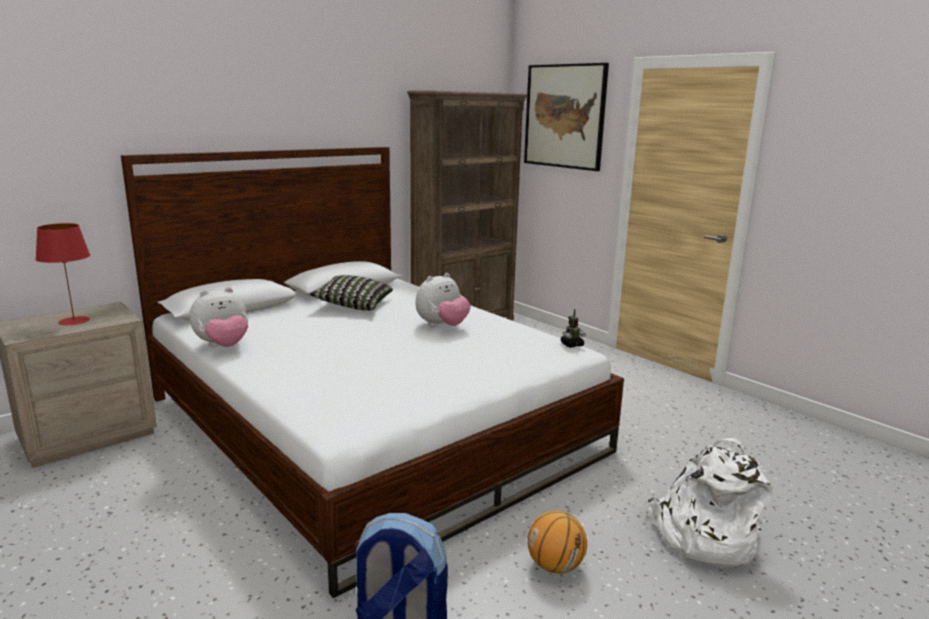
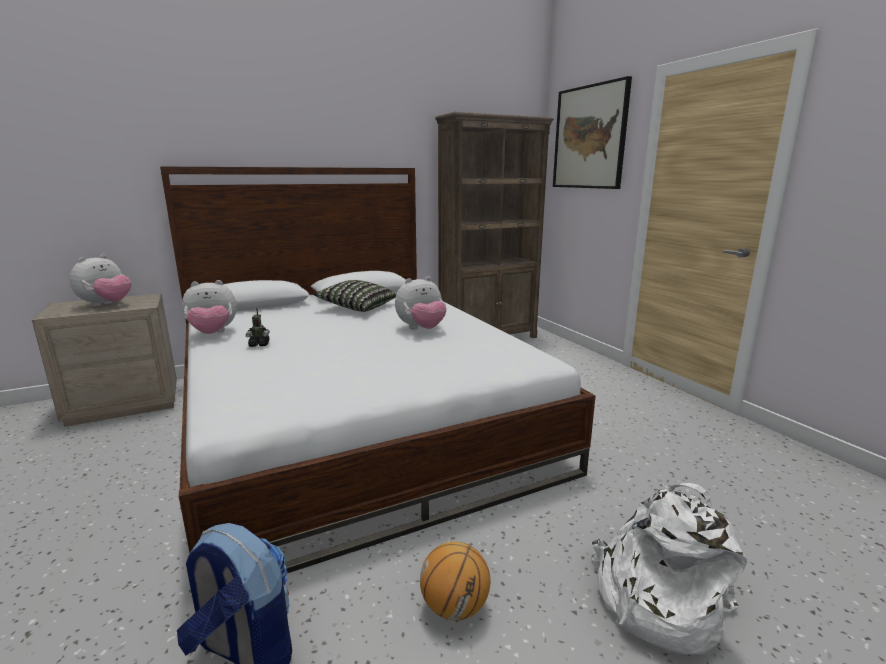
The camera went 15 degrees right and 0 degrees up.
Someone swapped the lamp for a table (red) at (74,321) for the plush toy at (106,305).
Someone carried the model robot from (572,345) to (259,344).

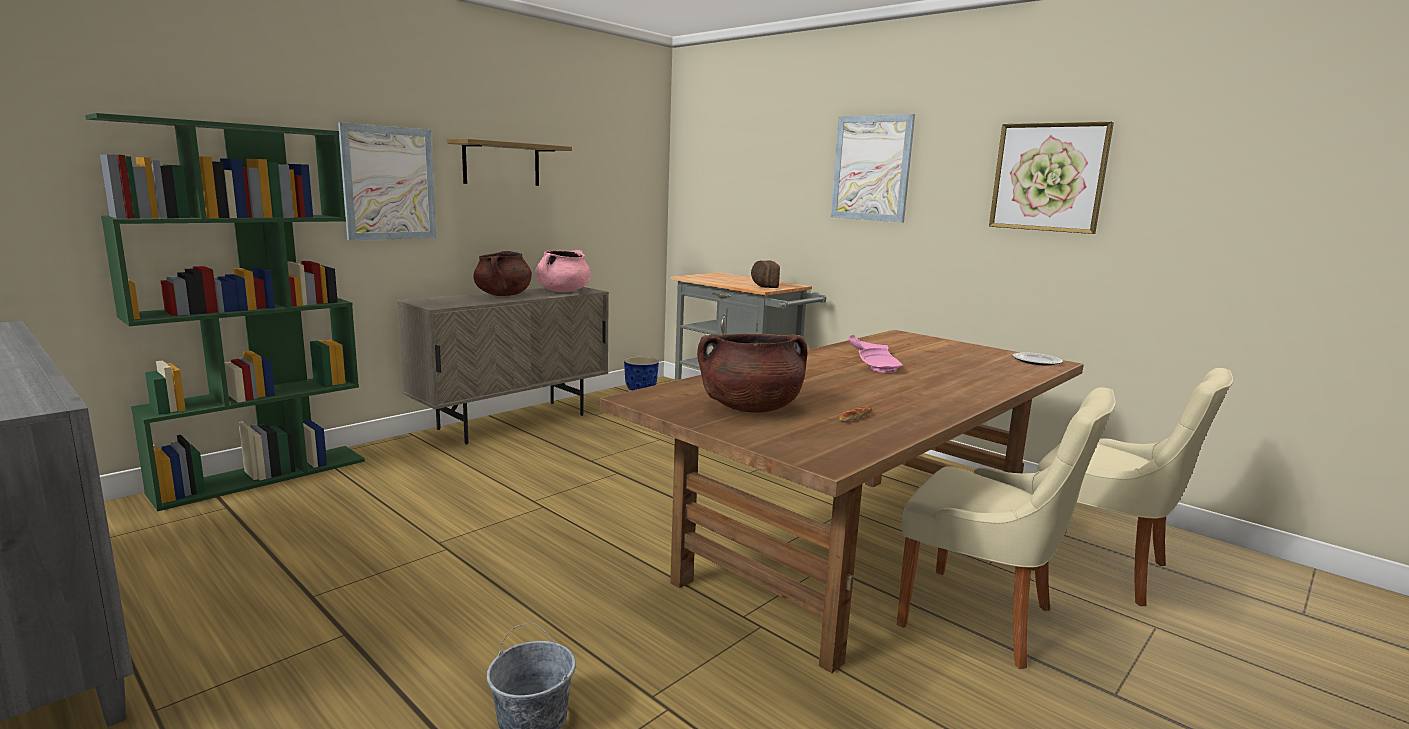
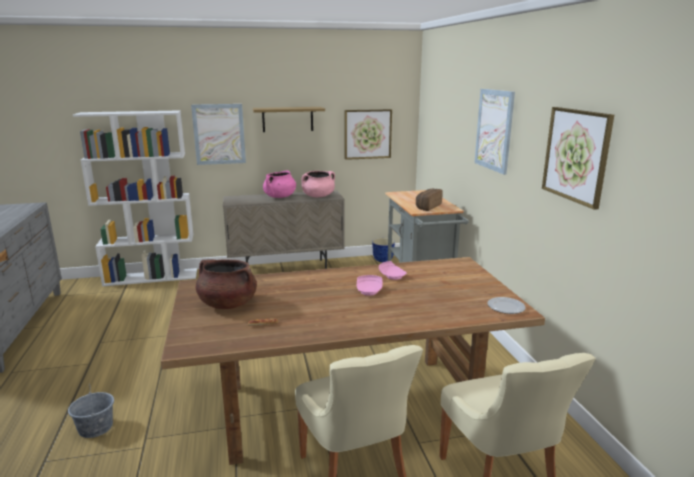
The camera went 35 degrees right and 5 degrees up.
Someone repainted the shelving unit (green-coloured) at (262,476), which became the shelving unit (whitish) at (152,277).
Someone repainted the cooking pot (brownish) at (503,295), which became the cooking pot (pink-coloured) at (280,197).
Someone put up the picture at (367,134).

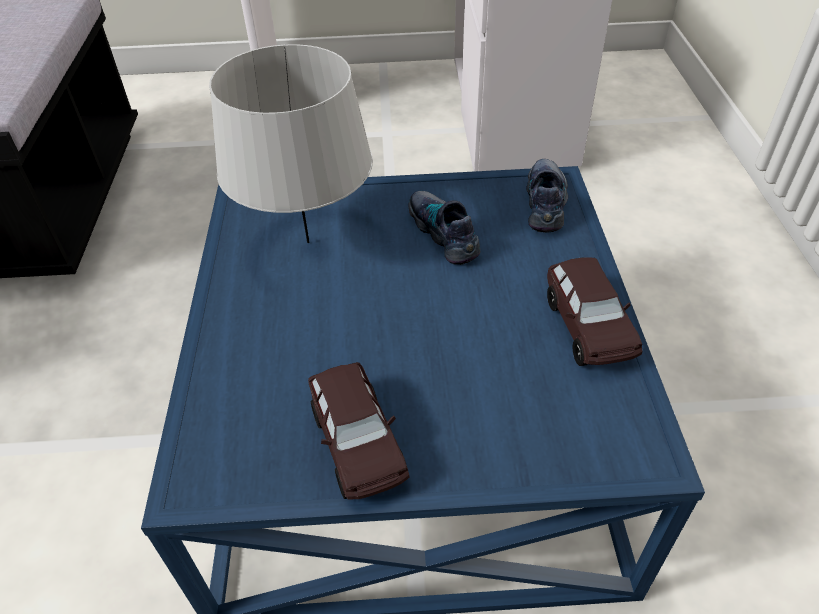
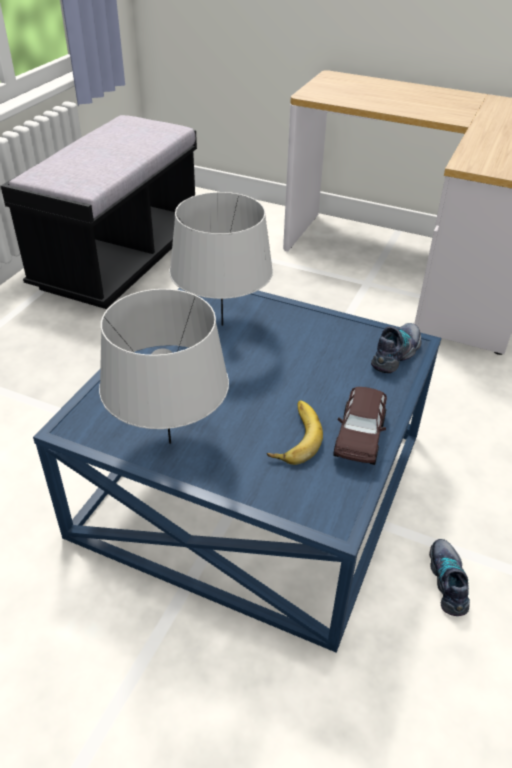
The camera went 25 degrees right and 5 degrees down.
Someone swapped the toy car (brownish) at (357,442) for the lamp for a table (grey) at (169,443).
Someone put down the whole banana at (293,436).
Someone carried the item of footwear from (444,233) to (448,581).

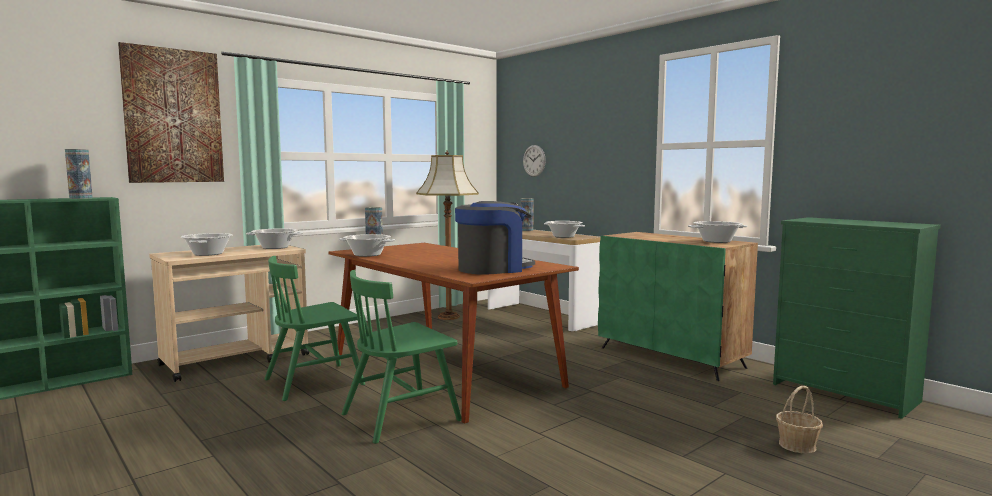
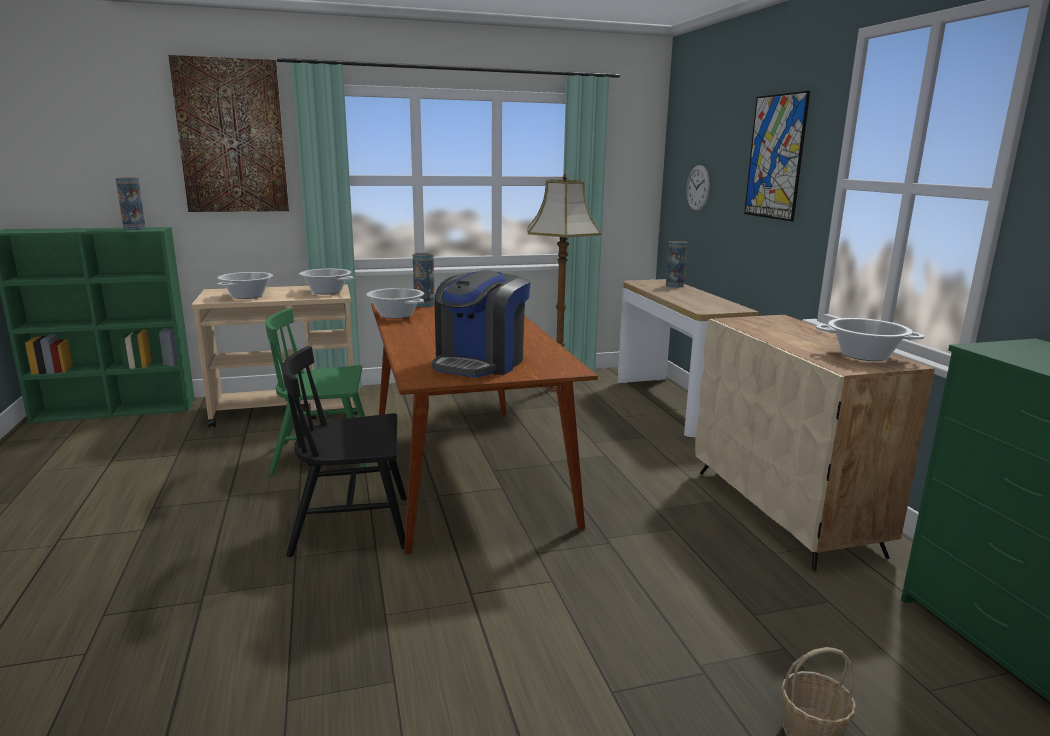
The camera went 25 degrees right and 10 degrees up.
Someone repainted the chair (green-coloured) at (401,417), which became the chair (black-coloured) at (352,526).
Someone rotated the coffee machine at (493,268) by 120 degrees clockwise.
Someone repainted the storage cabinet (green-coloured) at (671,357), which became the storage cabinet (beige-coloured) at (785,511).
Someone put up the picture at (775,157).
Someone took away the cooking pot at (563,236).

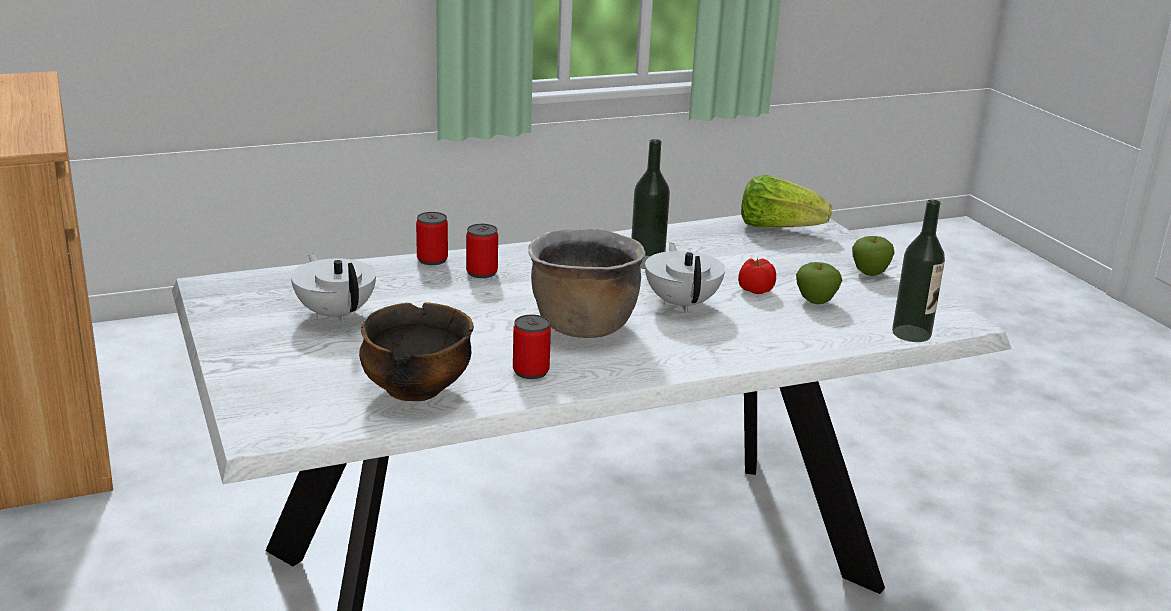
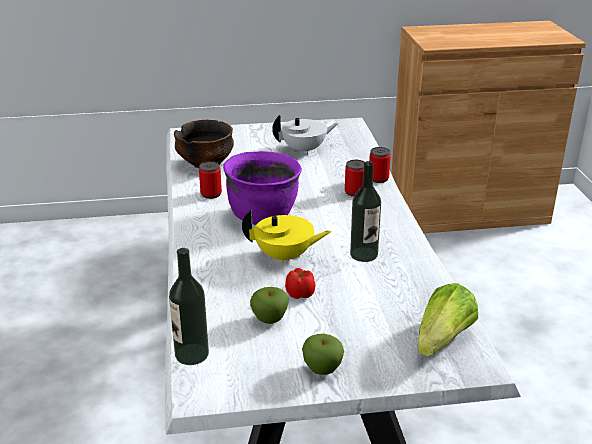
The camera went 105 degrees right and 5 degrees up.
Someone repainted the cooking pot (brownish) at (582,325), which became the cooking pot (purple) at (263,216).
Someone repainted the teapot (whitish) at (682,303), which became the teapot (yellow) at (285,257).

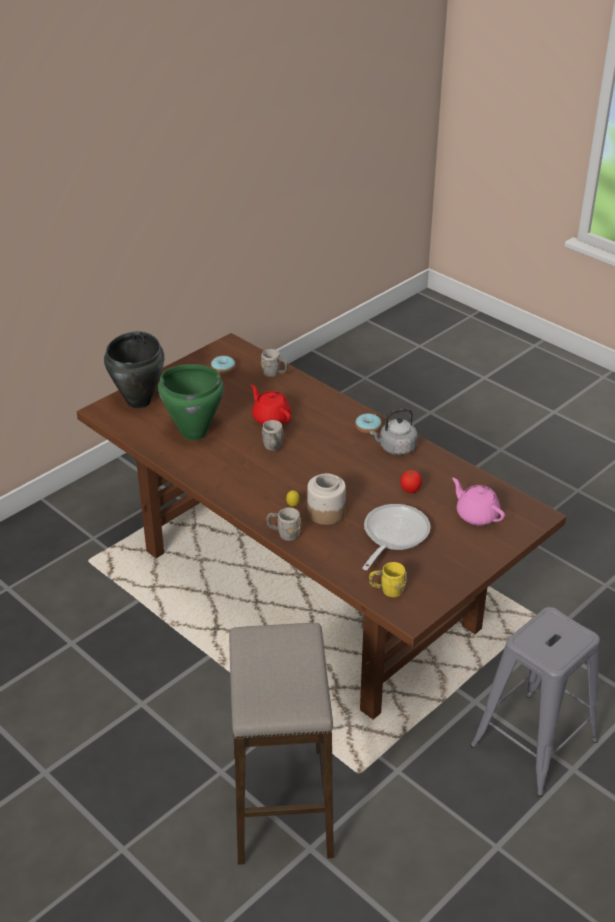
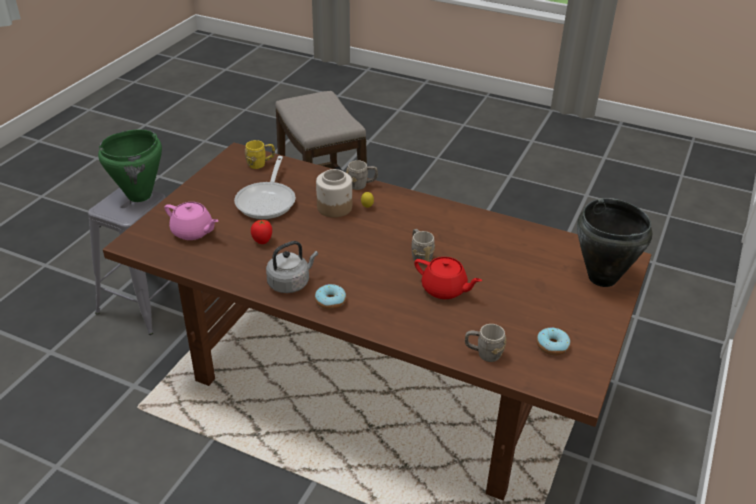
The camera went 160 degrees right and 0 degrees up.
Someone carried the cooking pot (green-coloured) from (193,433) to (140,196).

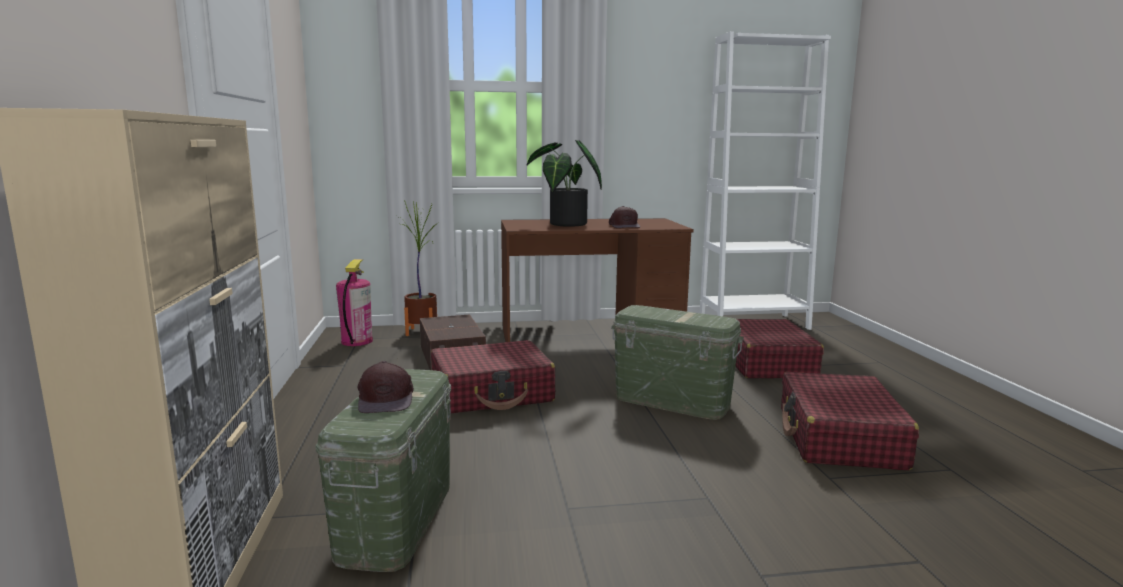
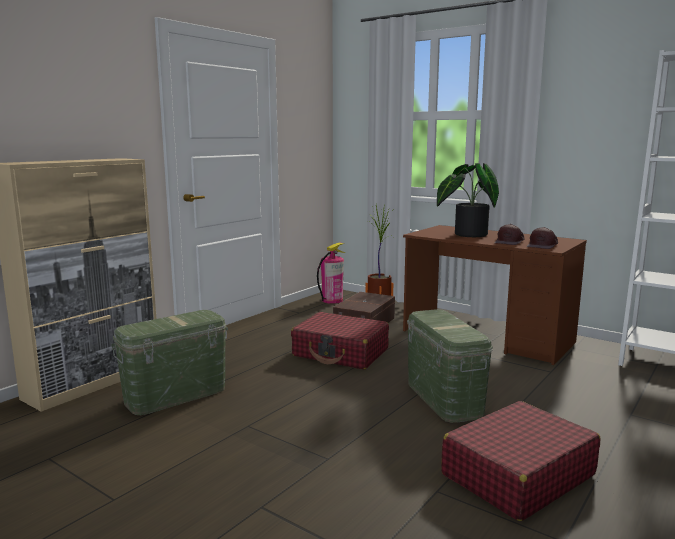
The camera went 45 degrees right and 0 degrees up.
Someone carried the baseball cap (brownish) from (387,398) to (542,246).
Someone took away the travel case (red) at (766,363).

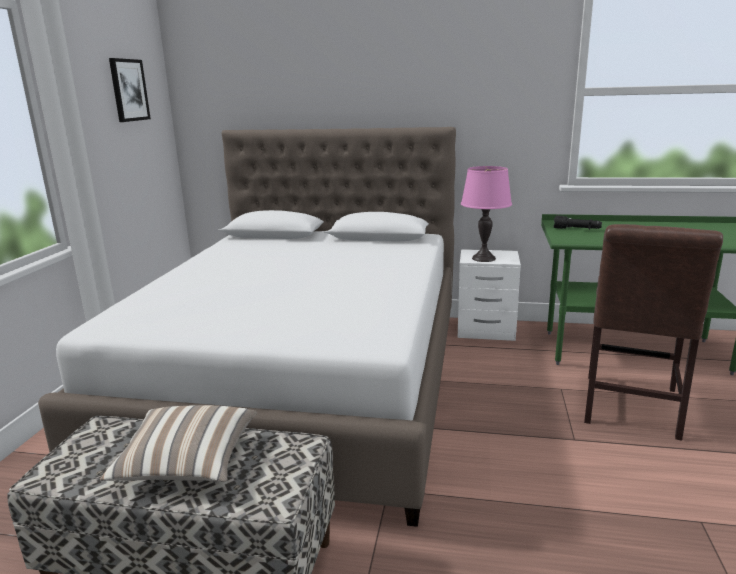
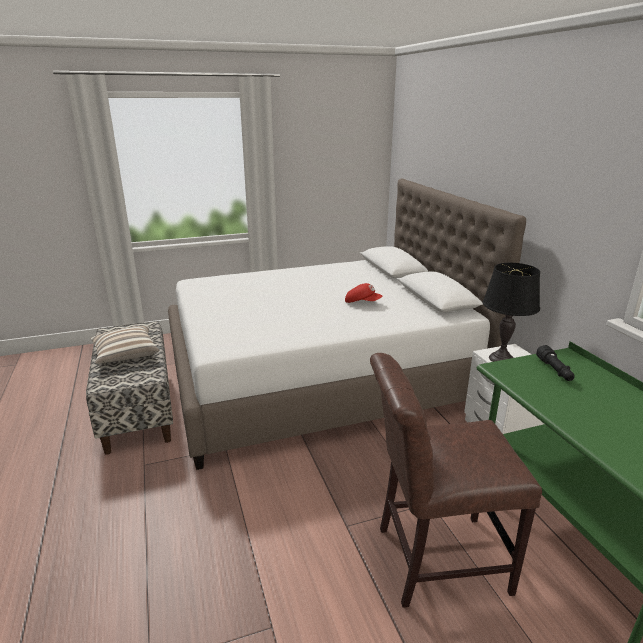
The camera went 60 degrees right and 5 degrees up.
Someone put down the baseball cap (red) at (362,302).
Someone repainted the lamp for a table (pink-coloured) at (483,258), which became the lamp for a table (black-coloured) at (501,359).
Someone took away the picture at (129,90).

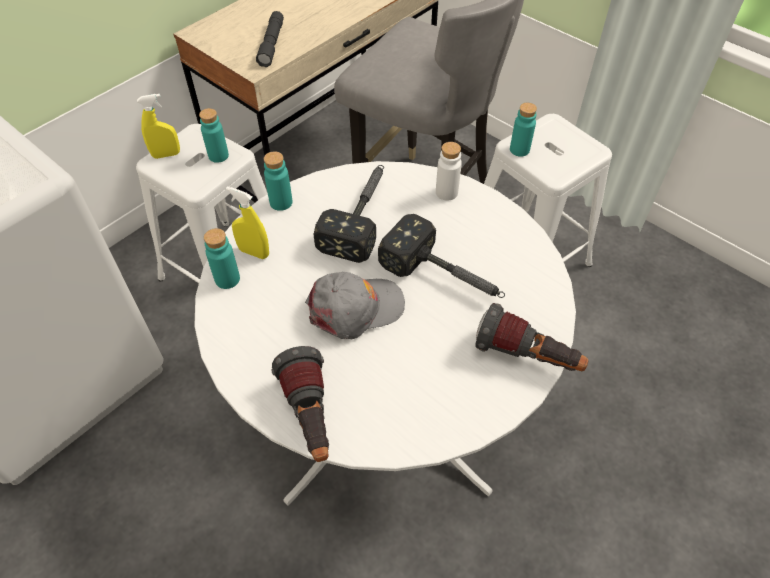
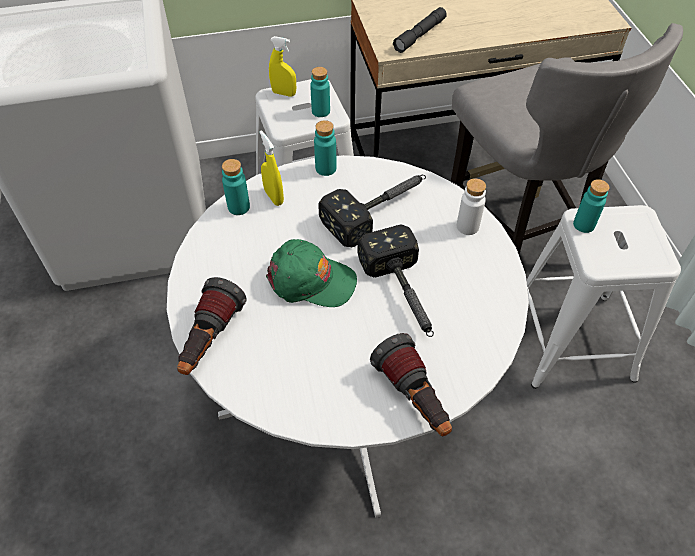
The camera went 35 degrees right and 0 degrees up.
Someone repainted the baseball cap (grey) at (355,308), which became the baseball cap (green-coloured) at (311,280).

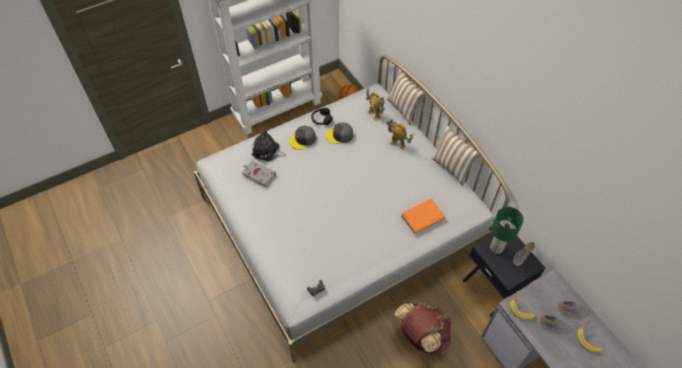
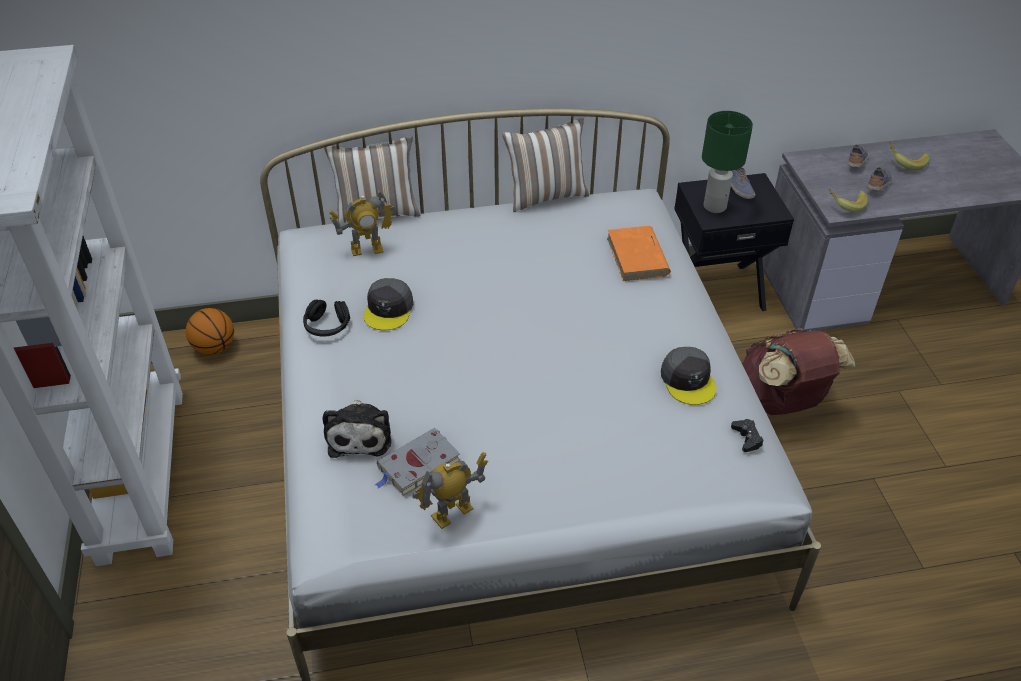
The camera went 70 degrees left and 10 degrees down.
Someone rotated the plush toy at (267,151) by 45 degrees counterclockwise.
Someone carried the model robot from (398,144) to (452,513).
Someone carried the baseball cap (grey) from (303,139) to (688,380).

